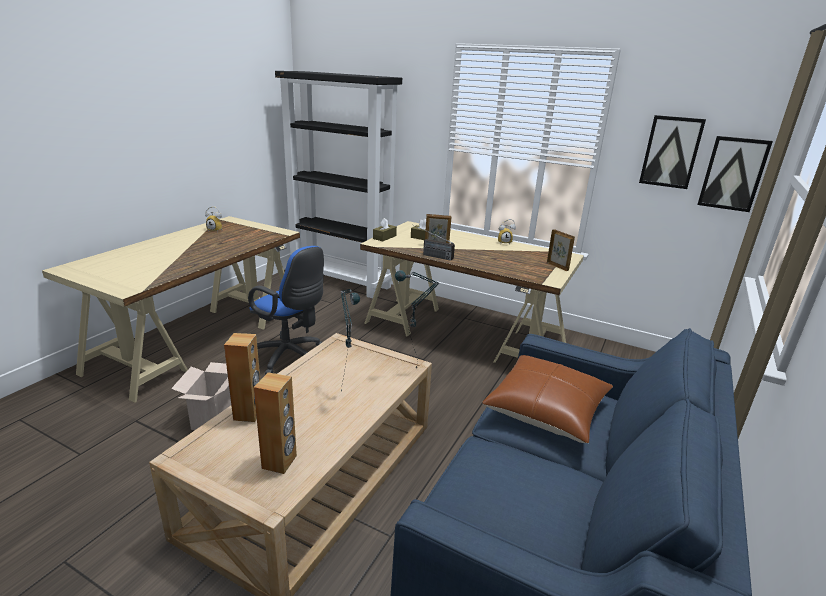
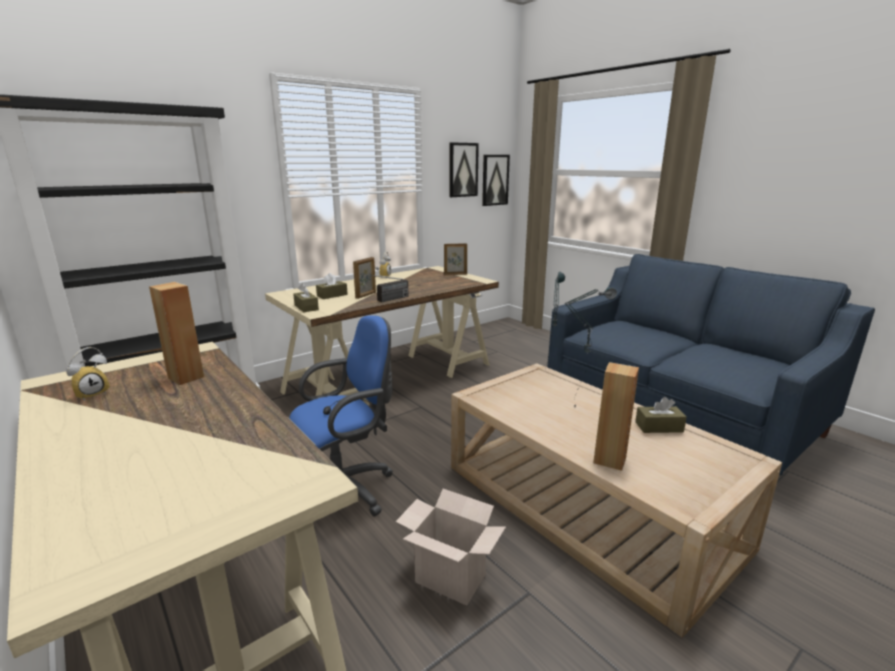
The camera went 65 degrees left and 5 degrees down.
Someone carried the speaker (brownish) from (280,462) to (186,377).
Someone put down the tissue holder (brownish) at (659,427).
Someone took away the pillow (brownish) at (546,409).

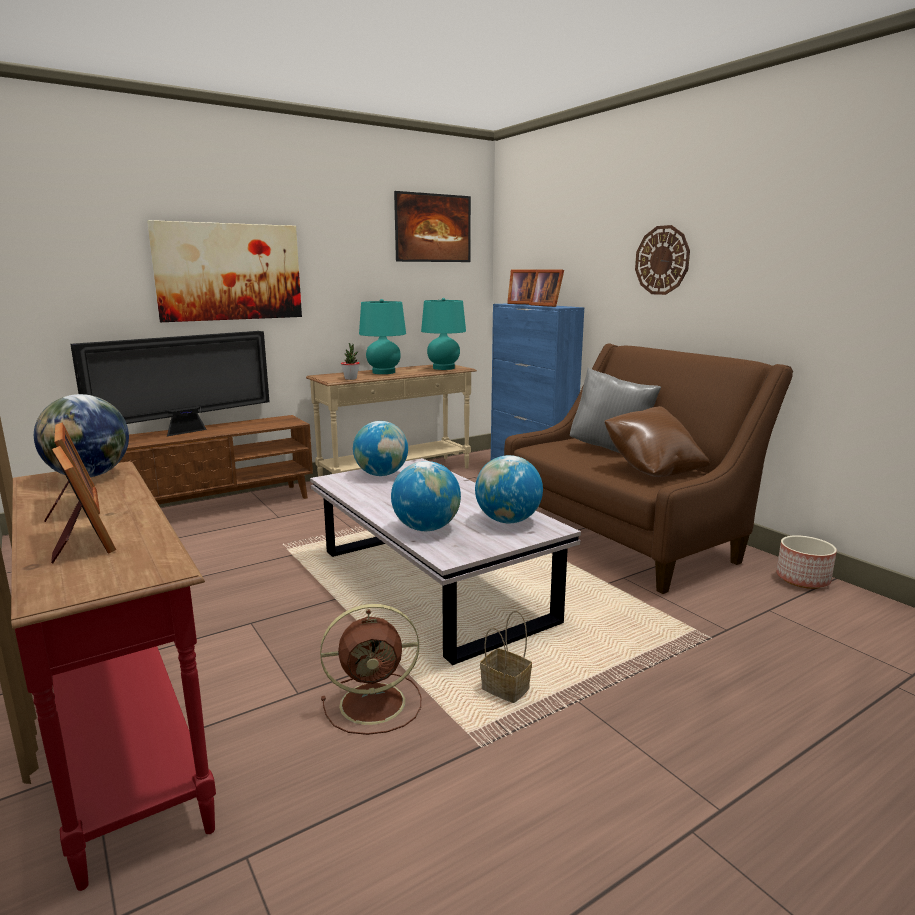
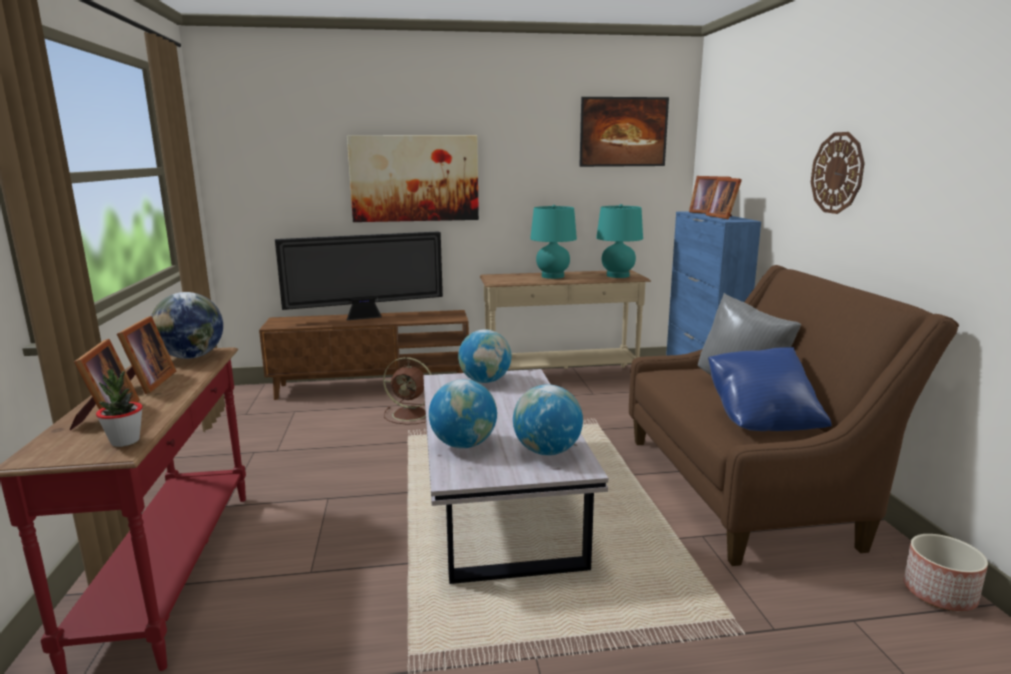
The camera went 25 degrees right and 0 degrees up.
Someone carried the plant in a pot from (351,379) to (125,441).
Someone carried the cooling fan (brownish) from (375,703) to (411,414).
Someone repainted the pillow (brownish) at (652,470), which became the pillow (blue-coloured) at (762,420).
Someone took away the household basket at (503,689).

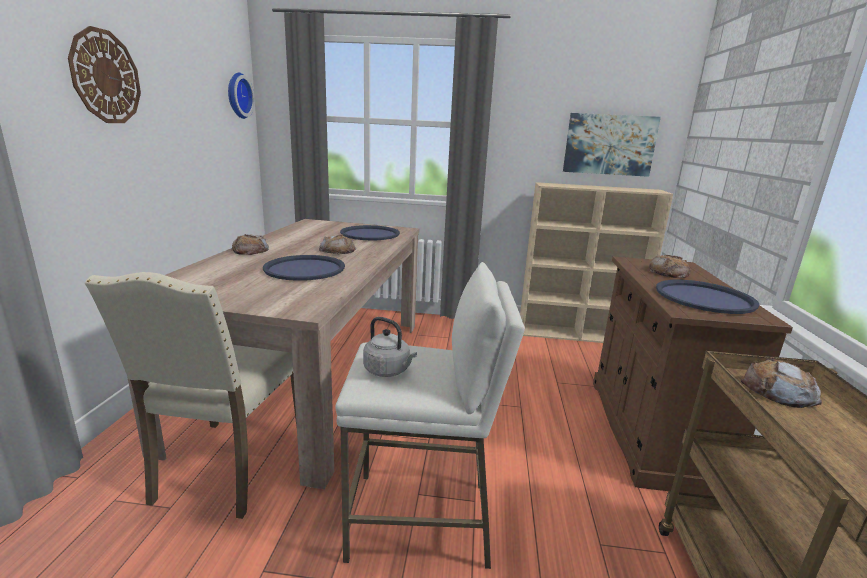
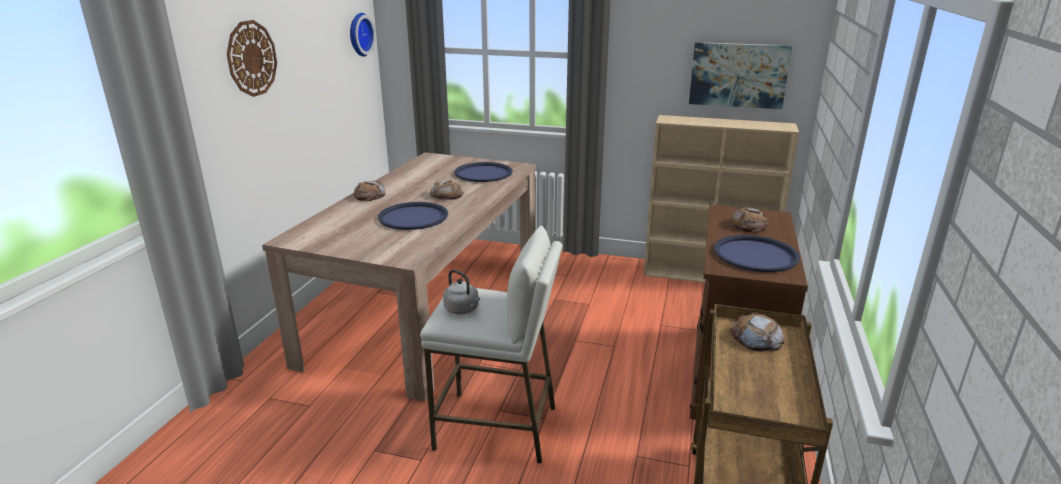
The camera went 10 degrees right and 5 degrees up.
Someone took away the chair (beige-coloured) at (228,468).

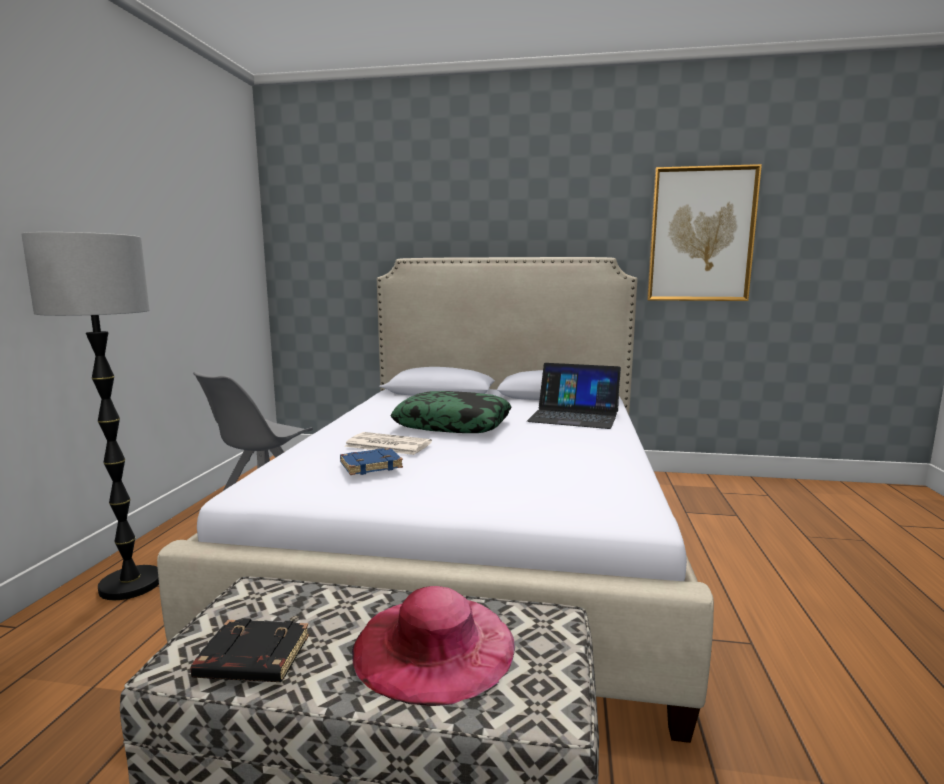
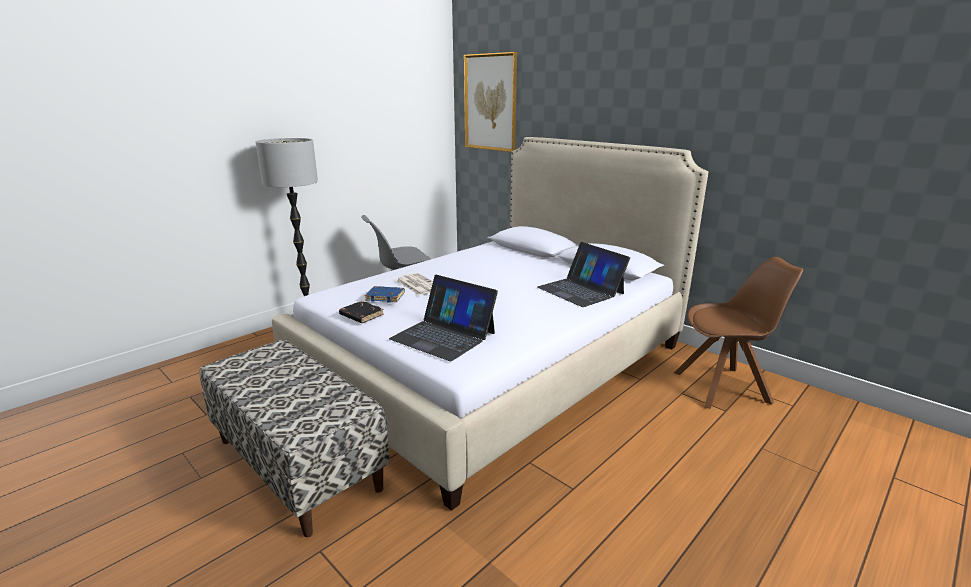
The camera went 35 degrees right and 10 degrees up.
Someone carried the volume (black-coloured) from (251,659) to (361,315).
Someone put down the notebook computer at (443,336).
Someone carried the picture from (701,235) to (490,102).
Someone put down the chair (brownish) at (724,387).
Someone took away the wearable hat (pink-coloured) at (434,645).
Someone took away the pillow at (453,424).

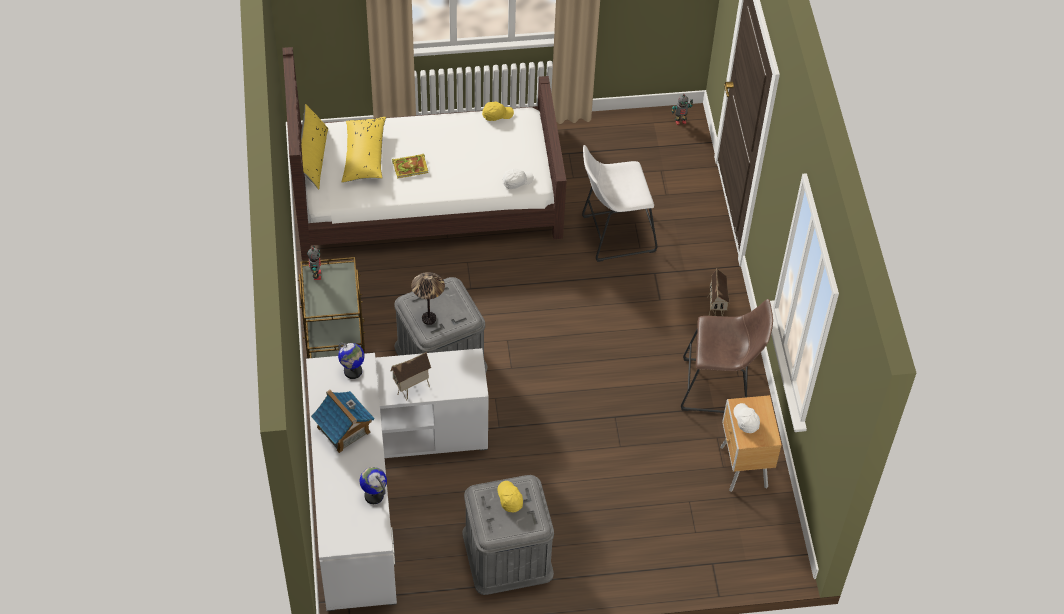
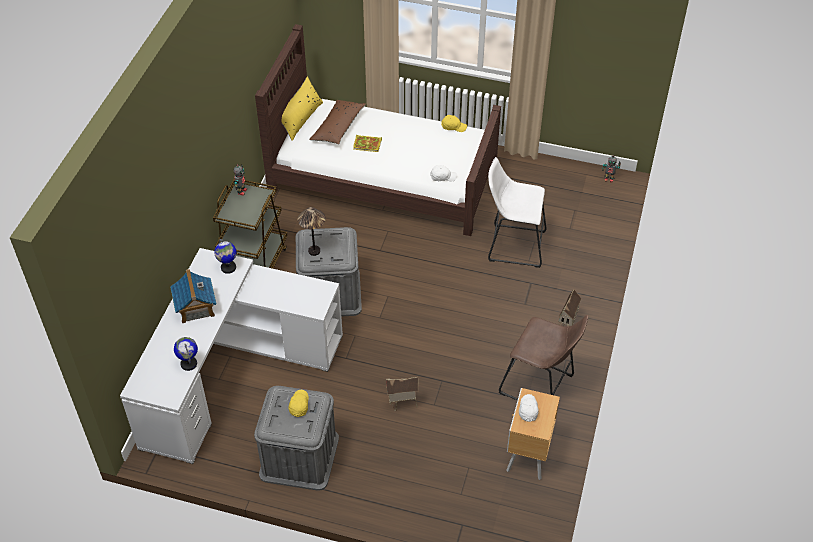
The camera went 25 degrees right and 5 degrees down.
Someone repainted the pillow (yellow) at (364,155), which became the pillow (brownish) at (338,127).
Someone carried the miniature house from (412,390) to (402,405).

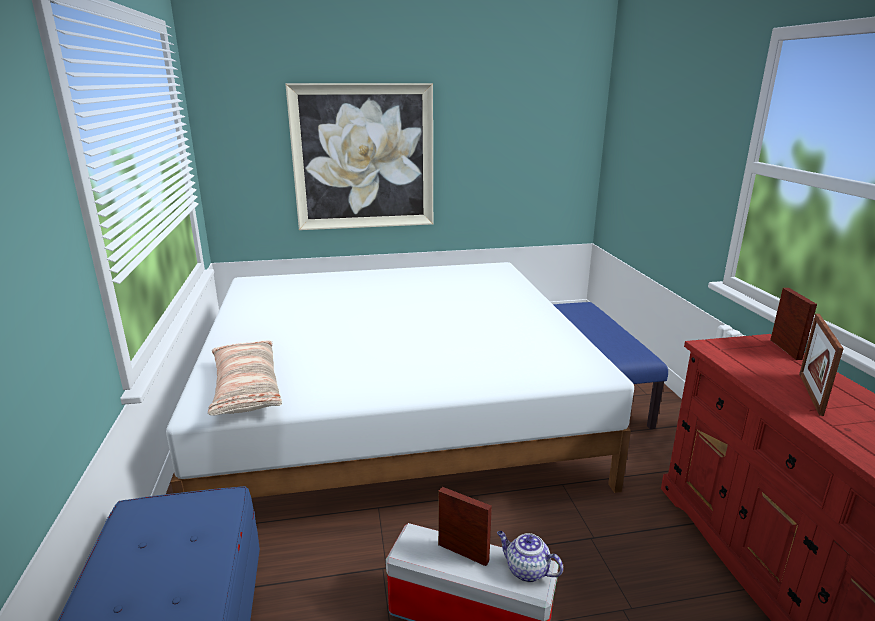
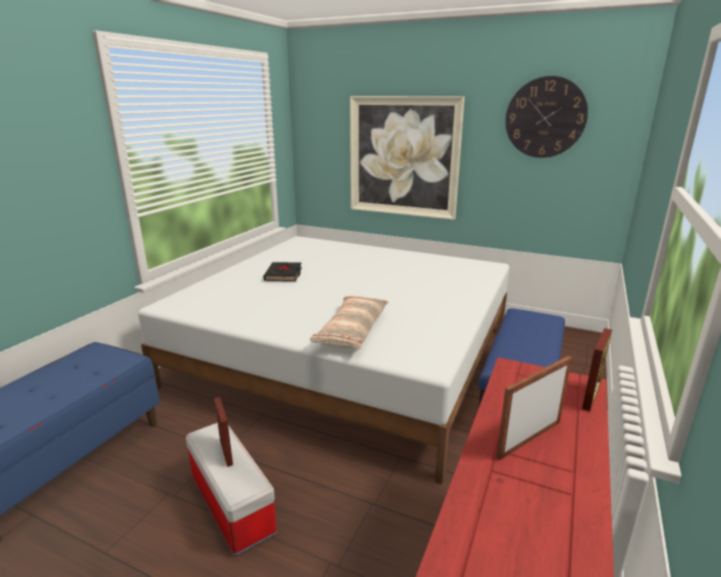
The camera went 35 degrees right and 0 degrees up.
Someone put down the volume (black-coloured) at (284,275).
Someone carried the pillow from (246,388) to (352,331).
Someone put up the hanging clock at (545,117).
Someone took away the teapot at (526,570).

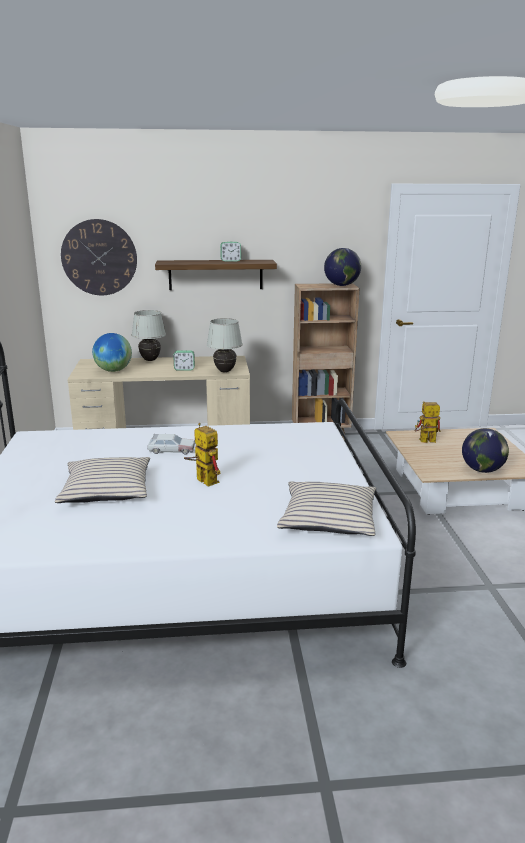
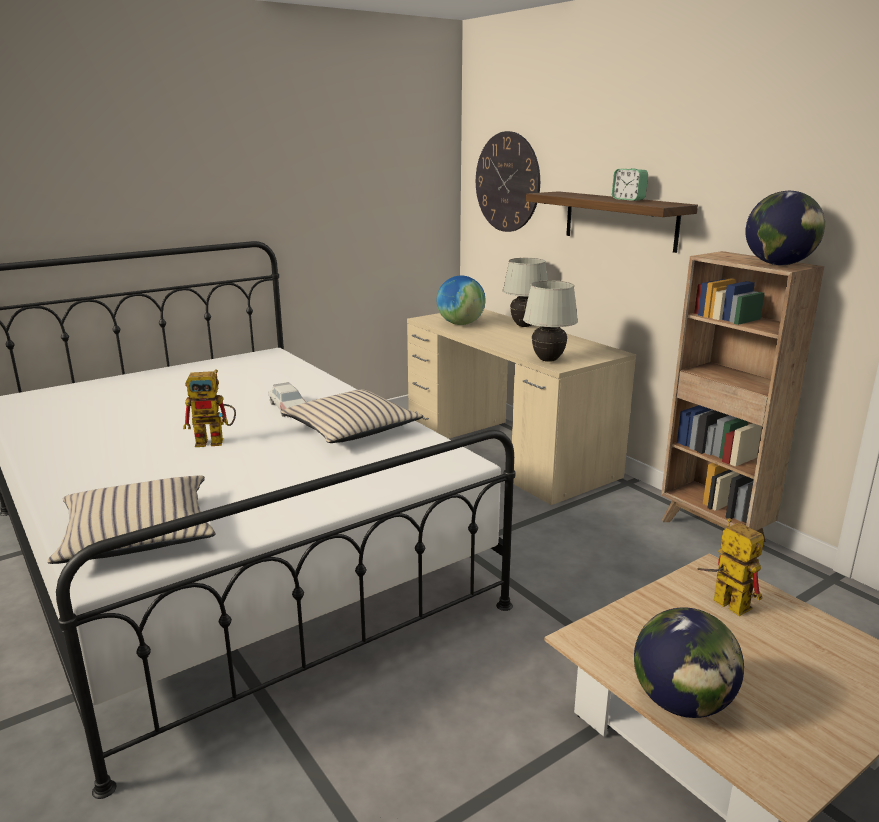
The camera went 60 degrees right and 0 degrees up.
Someone rotated the model robot at (202,480) by 60 degrees clockwise.
Someone carried the pillow (beige-coloured) from (106,490) to (351,428).
Someone took away the table clock at (184,369).

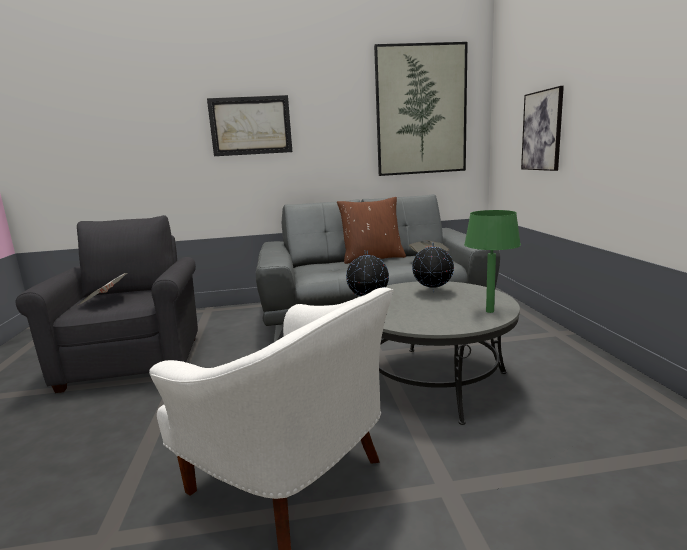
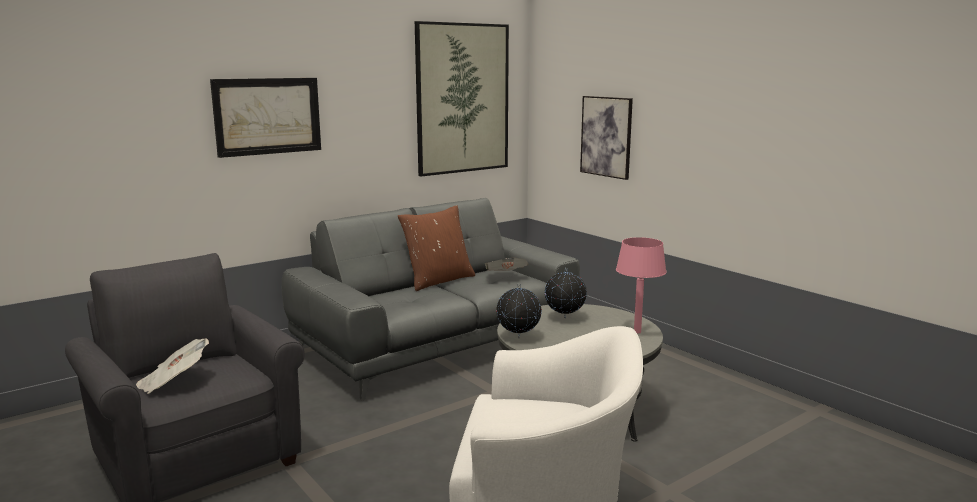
The camera went 30 degrees left and 0 degrees up.
Someone repainted the lamp for a table (green-coloured) at (490,311), which became the lamp for a table (pink-coloured) at (637,331).

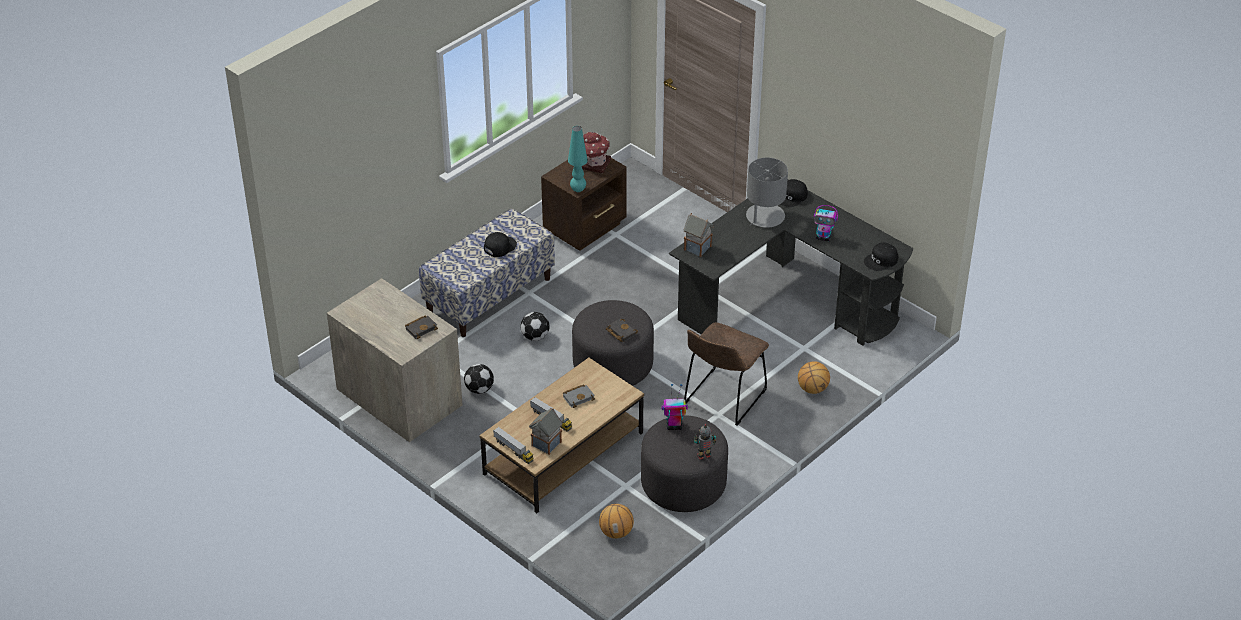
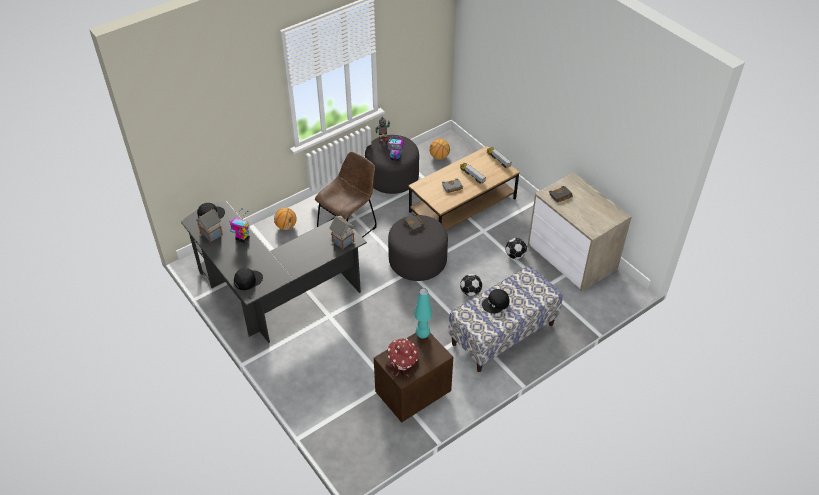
The camera went 170 degrees left and 5 degrees up.
Someone carried the miniature house from (546,444) to (212,234).
Someone took away the lamp for a table (grey) at (765,216).

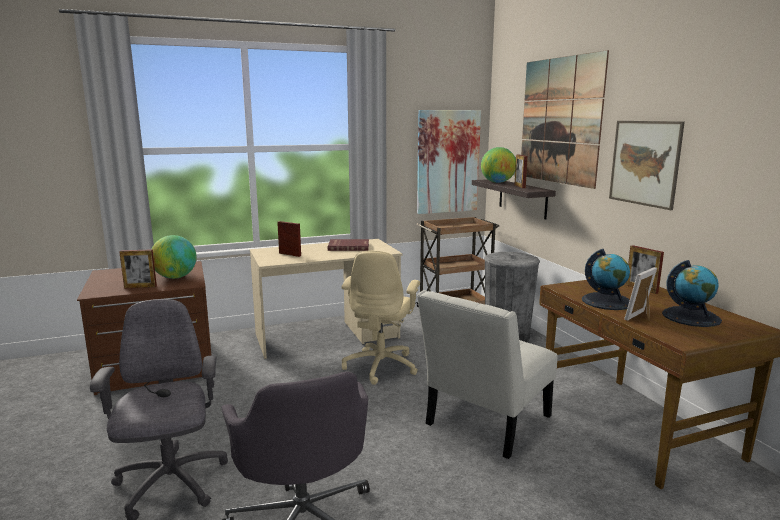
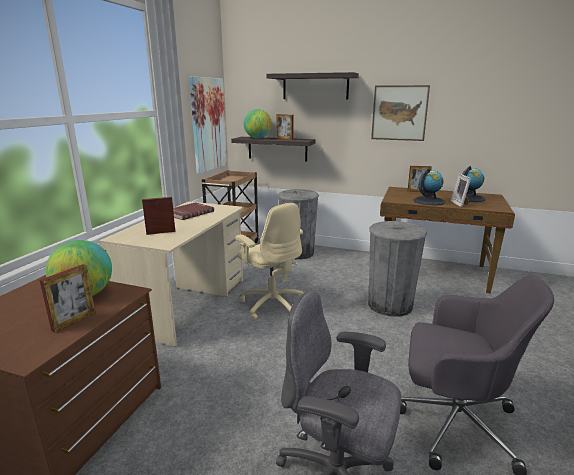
The camera went 50 degrees left and 5 degrees up.
Someone swapped the picture at (560,121) for the bracket shelf at (315,86).
Someone swapped the chair (whitish) at (484,423) for the waste bin (grey) at (390,305).

